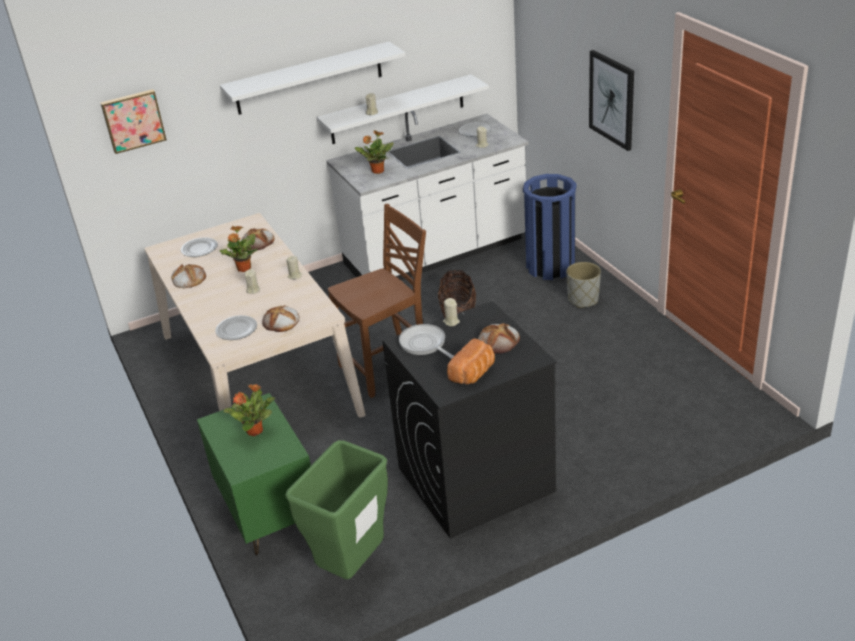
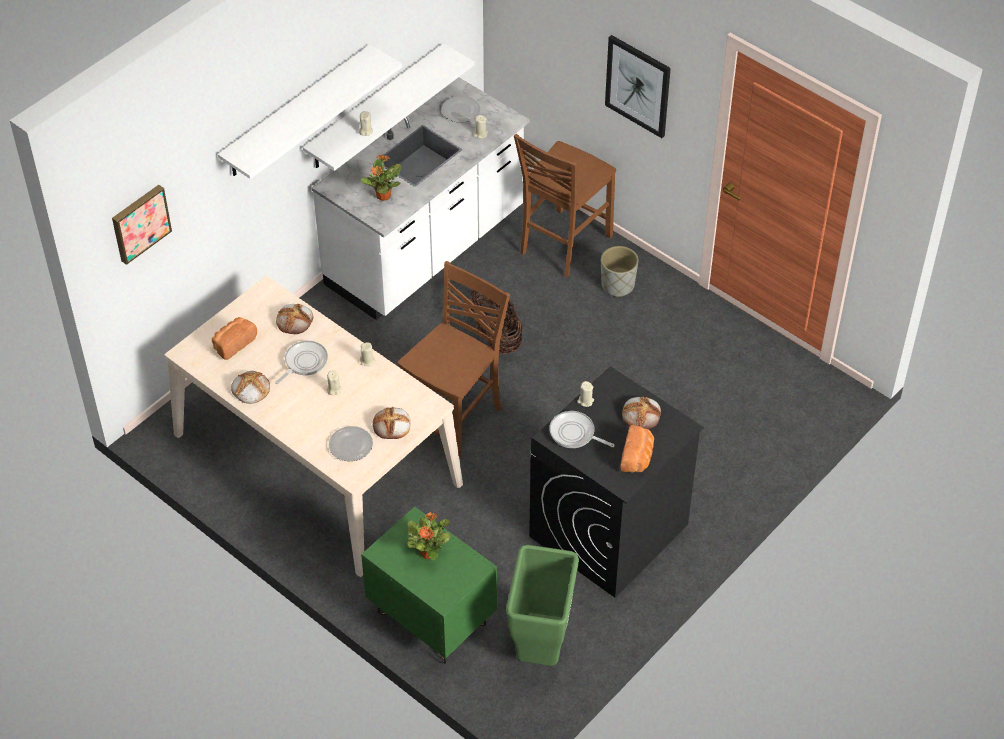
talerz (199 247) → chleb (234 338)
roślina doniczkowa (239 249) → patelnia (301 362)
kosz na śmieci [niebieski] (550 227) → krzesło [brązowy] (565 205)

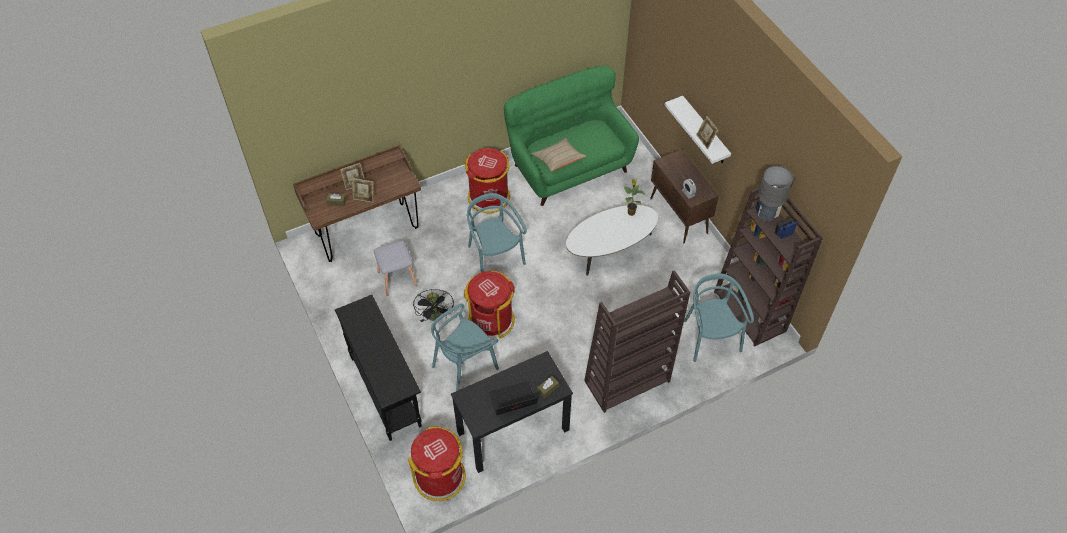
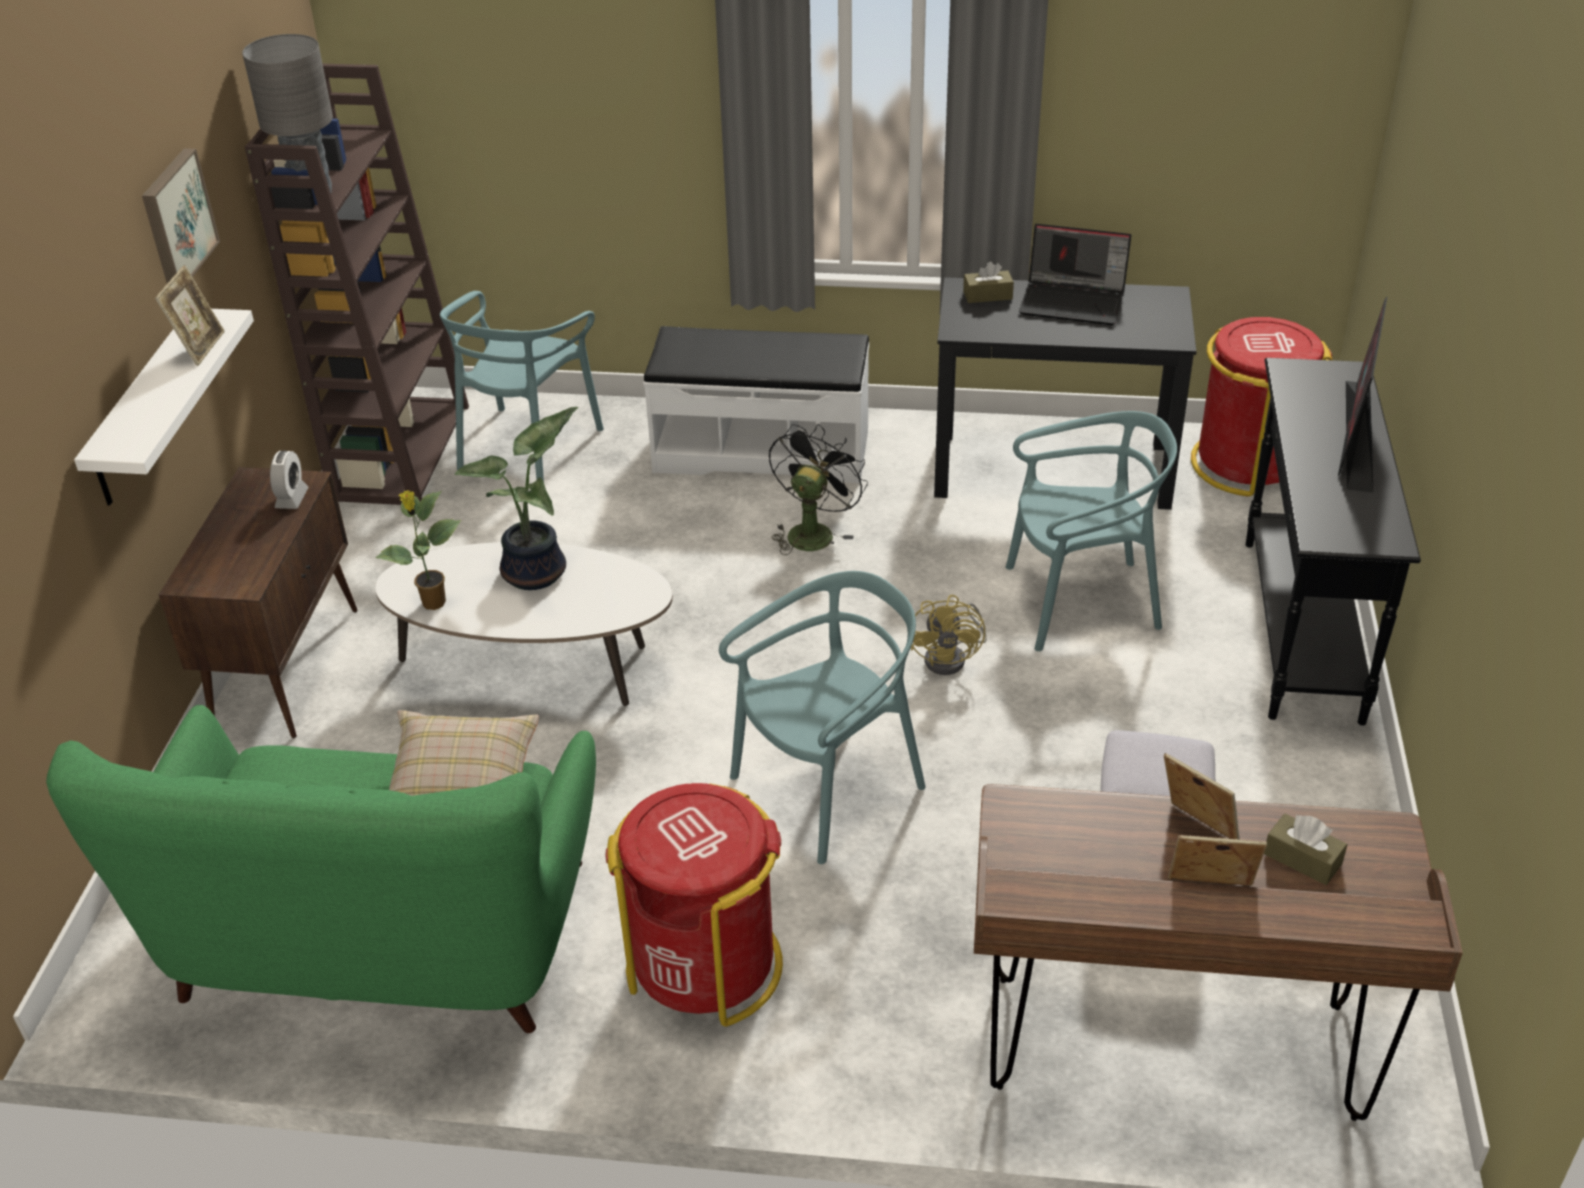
wentylator [czarny] (433 305) → wentylator [czarny] (818 489), moved
kosz na śmieci [czerwony] (489 304) → wentylator [żółty] (949 635)
krzesło [turkusowy] (497 233) → krzesło [turkusowy] (822 717), 135 degrees counterclockwise
regał [brązowy] (637 341) → ławka [biały] (756 404)
- → obraz (181 215)
- → roślina doniczkowa (516 498)
- → monitor (1362 395)

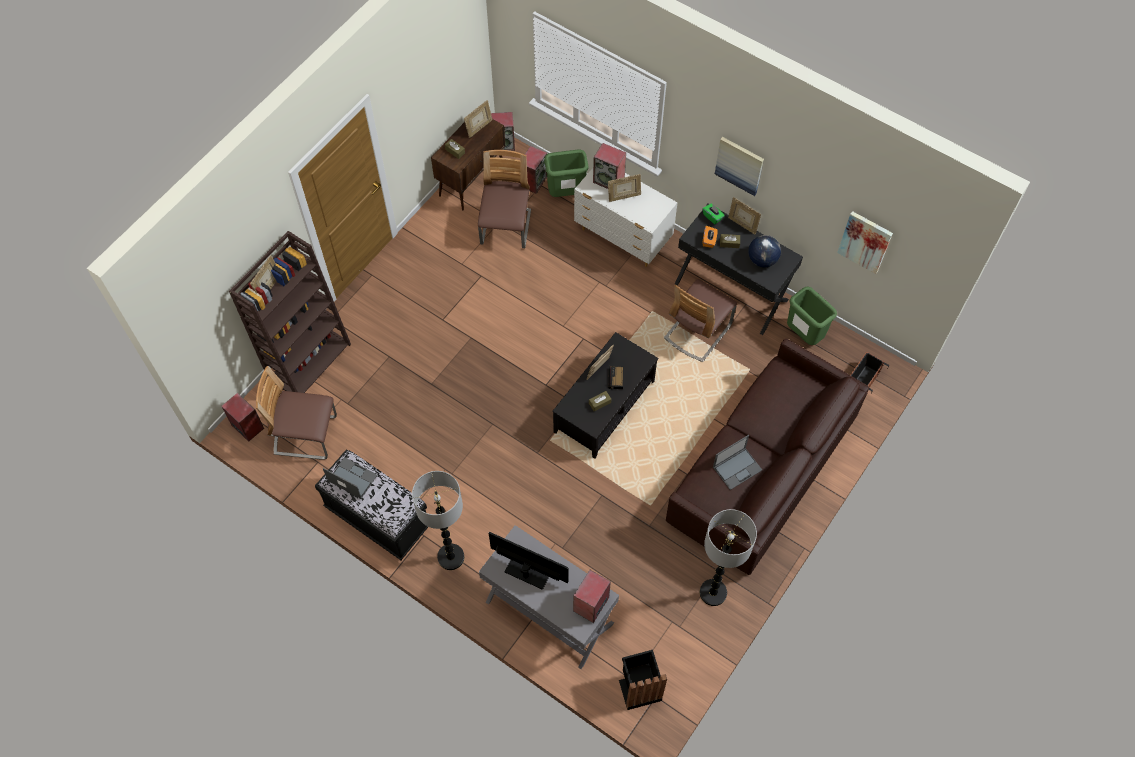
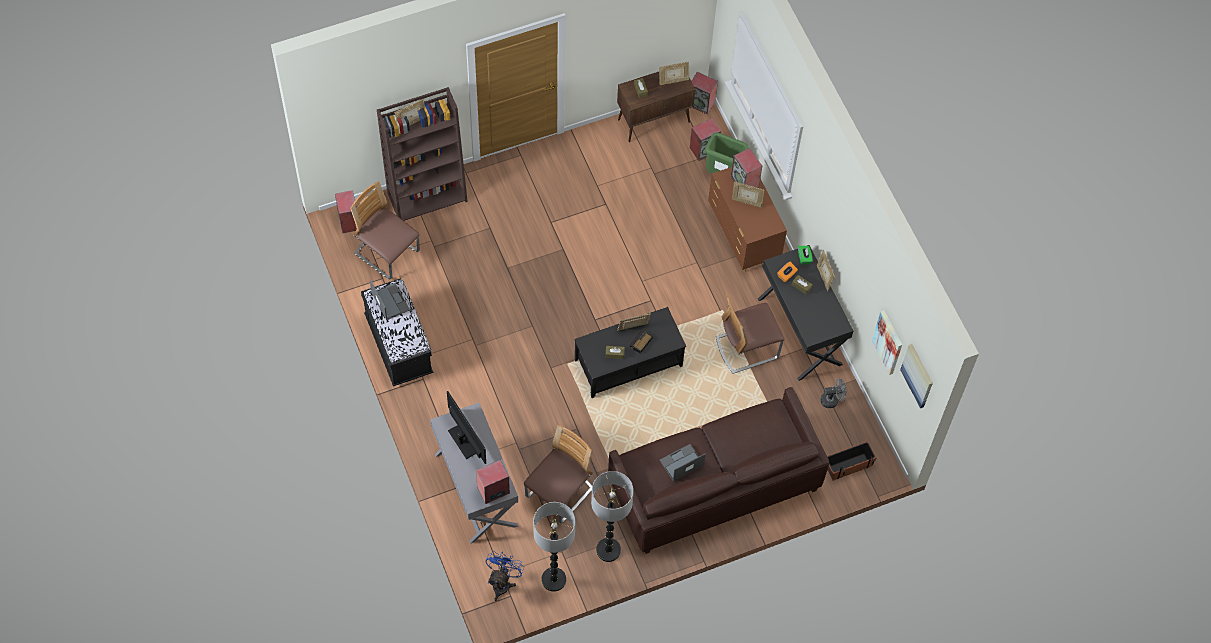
lampa stojąca (438 520) → lampa stojąca (554 547), moved
krzesło (504 199) → krzesło (558 474), moved
komoda [biały] (626 217) → komoda [brązowy] (747 219)
kosz na śmieci [czarny] (643 680) → wentylator [niebieski] (504 576)
laptop (737 462) → laptop (683 462), 150 degrees clockwise
obraz (739 166) → obraz (916 376), moved
globus (764 251) → -
kosz na śmieci [zielony] (812 316) → wentylator [szary] (834 393)

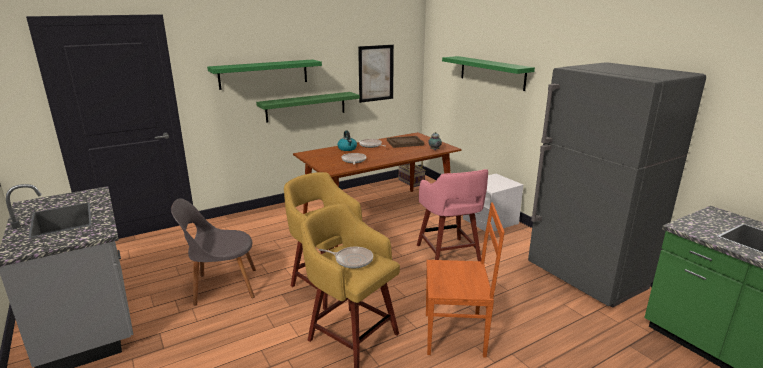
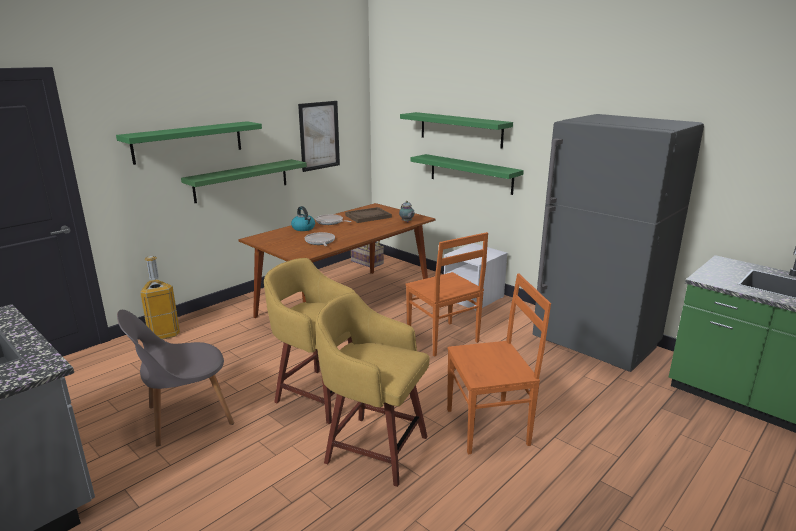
patelnia (346 258) → -
stołek [różowy] (452 215) → krzesło [pomarańczowy] (446 294)
- → kosz na śmieci (160 298)
- → półka [zielony] (467 174)

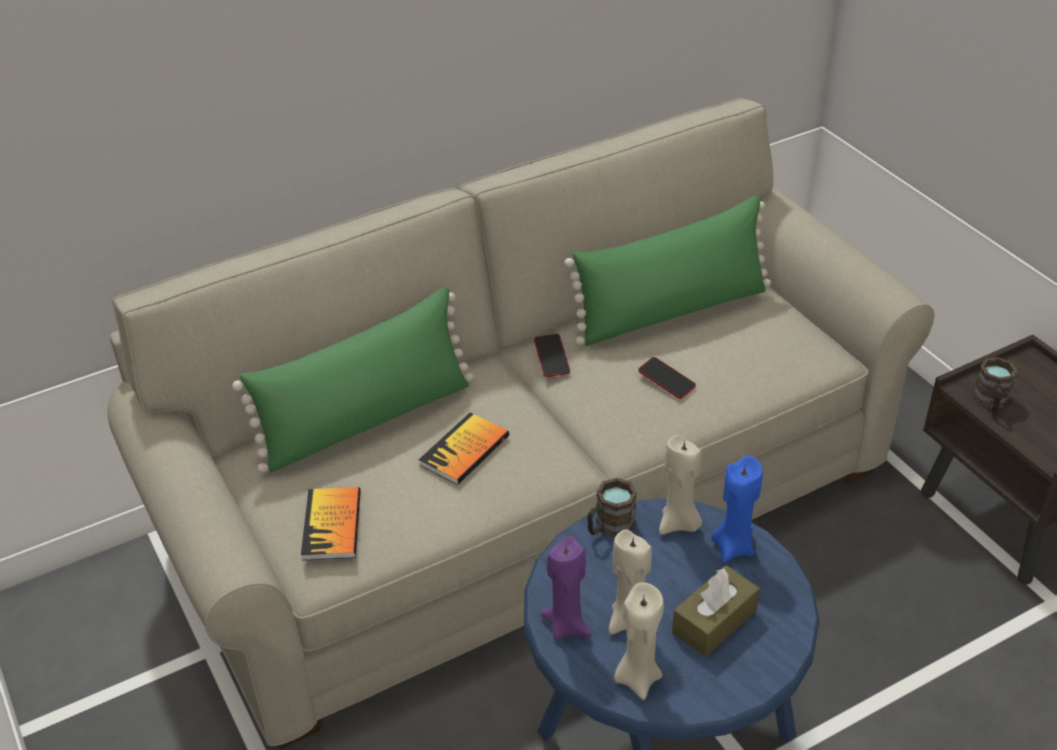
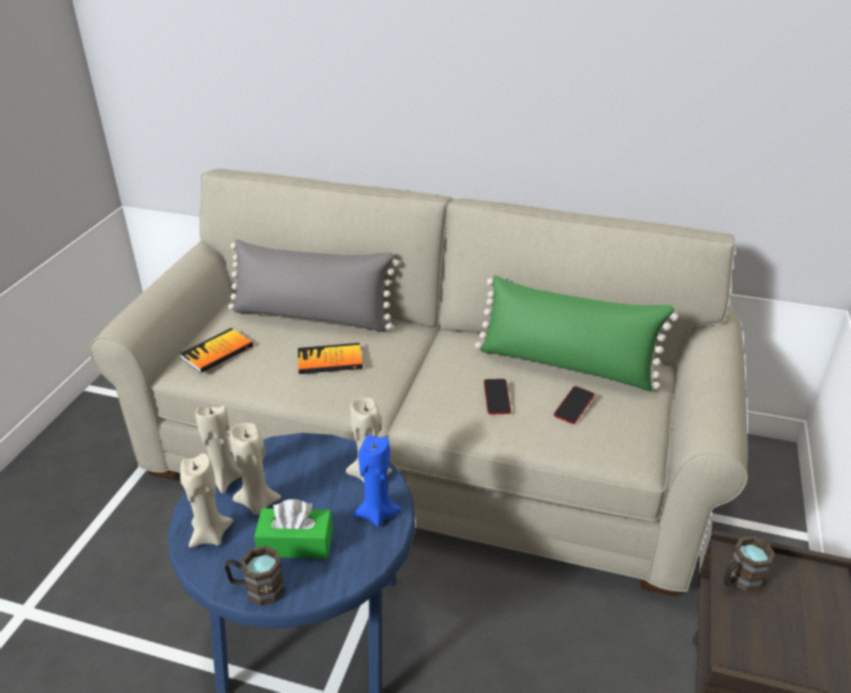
poduszka [zielony] (353 380) → poduszka [szary] (313 285)
telefon (552 355) → telefon (574 405), moved
świeca [fioletowy] (566 588) → świeca [beżowy] (218 449)
kubek [brązowy] (612 507) → kubek [brązowy] (255 575), moved
pudełko chusteczek [brązowy] (716 611) → pudełko chusteczek [zielony] (293 528)

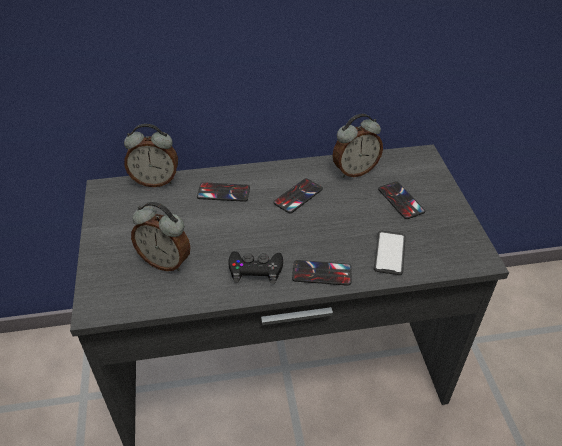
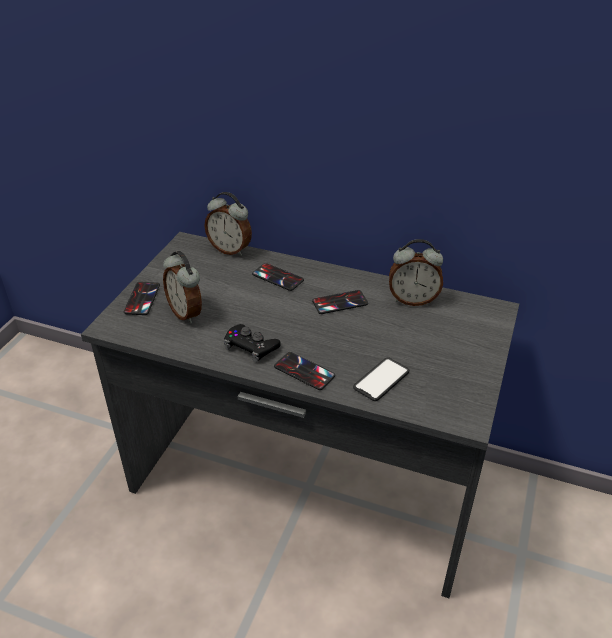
telefon (401 200) → telefon (142 298), moved

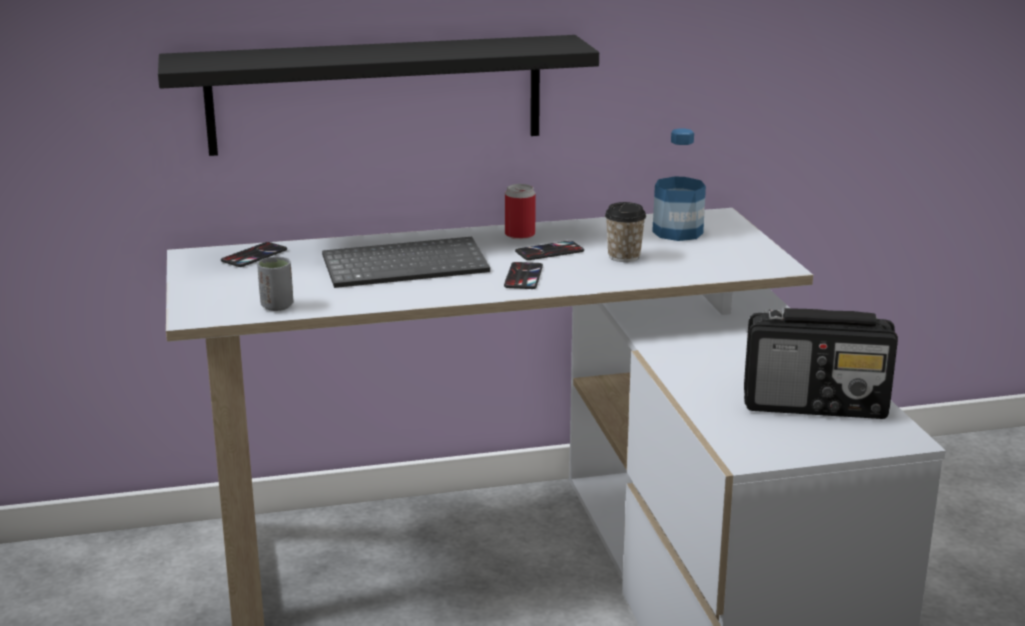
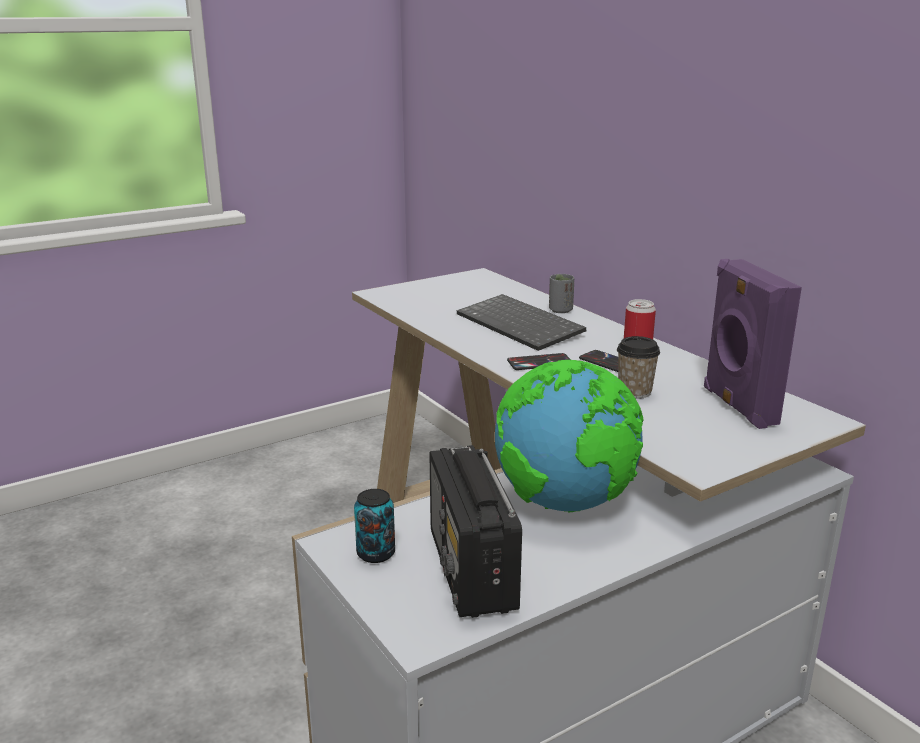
półka [czarny] (378 95) → -
telefon (254 254) → -
filiżanka [szary] (275 284) → filiżanka [szary] (561 293), moved
butelka (679 184) → głośnik [fioletowy] (753 344)
- → puszka (374 526)
- → globus (569 436)

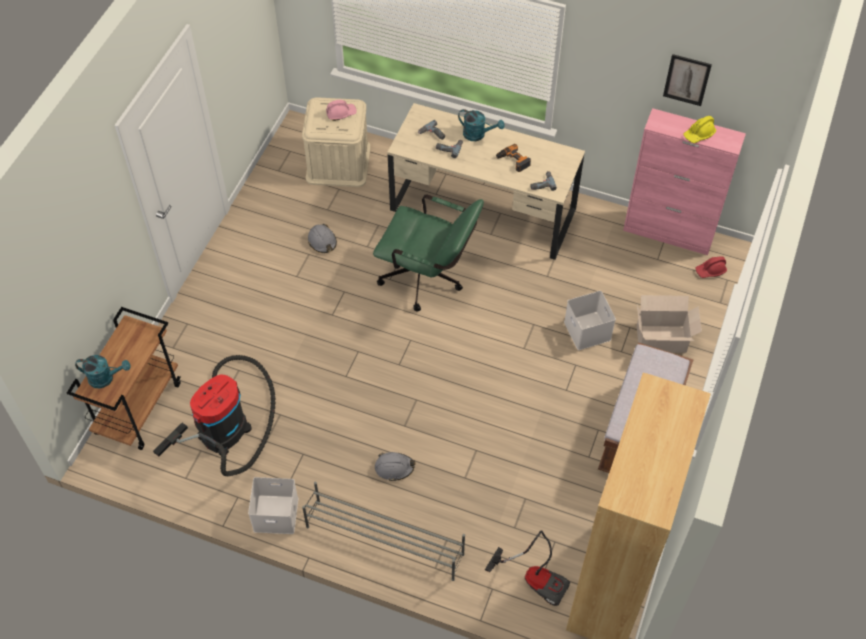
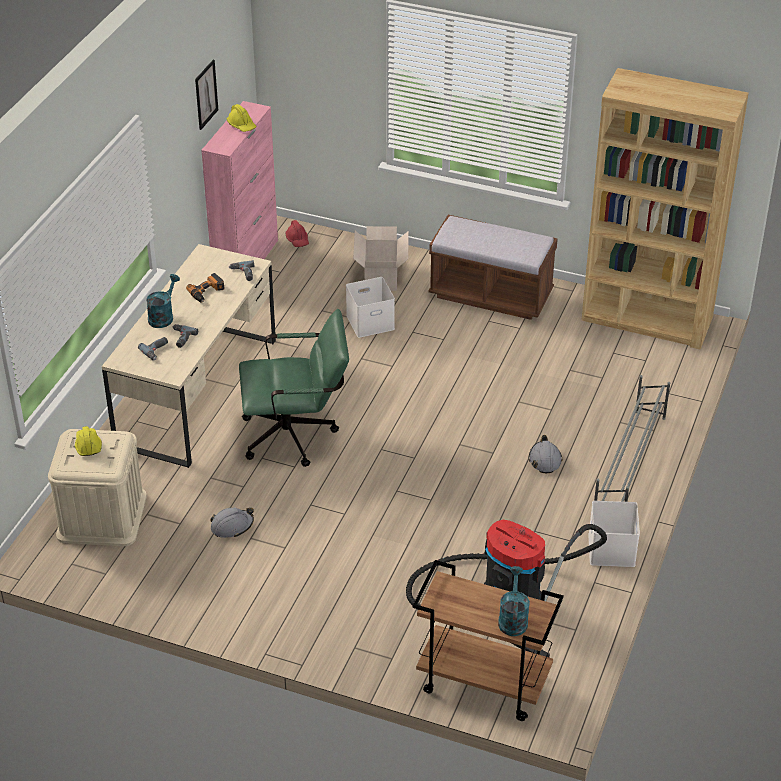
kask [różowy] (341 110) → kask [żółty] (88 441)
krzesło biurowe [zielony] (428 253) → krzesło biurowe [zielony] (294 388), 60 degrees clockwise
odkurzacz (527 568) → -

